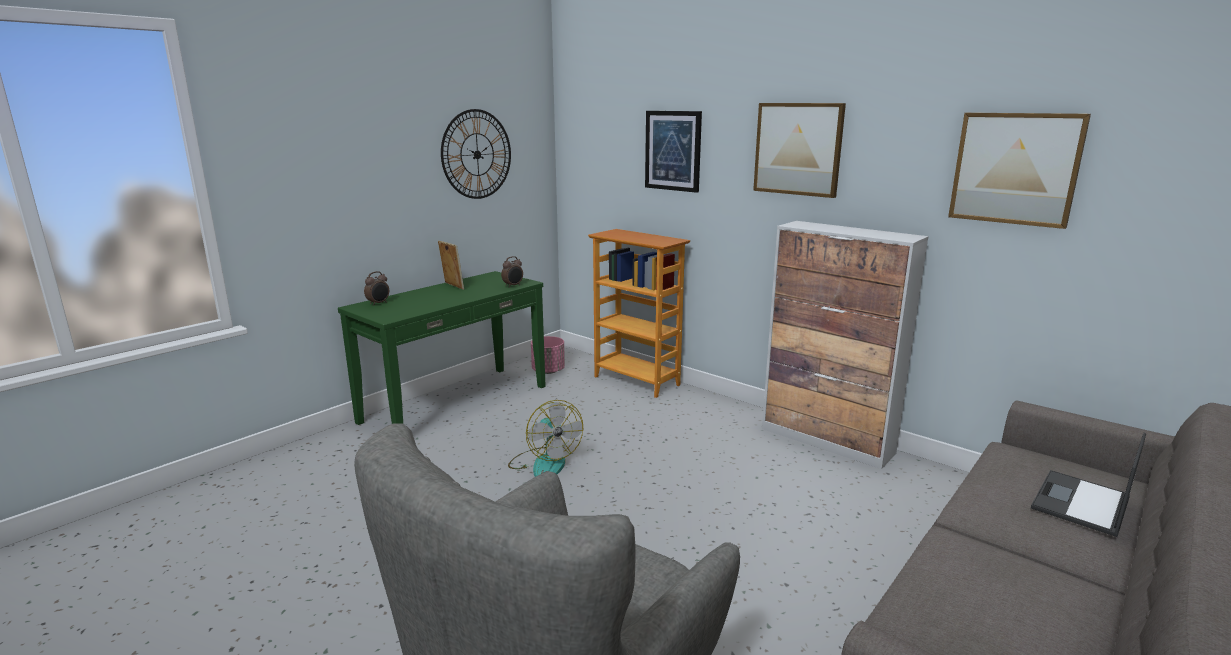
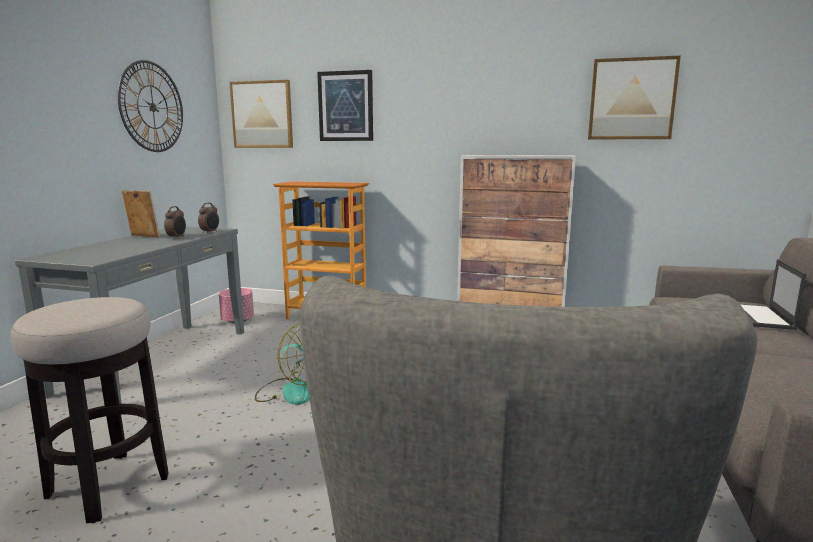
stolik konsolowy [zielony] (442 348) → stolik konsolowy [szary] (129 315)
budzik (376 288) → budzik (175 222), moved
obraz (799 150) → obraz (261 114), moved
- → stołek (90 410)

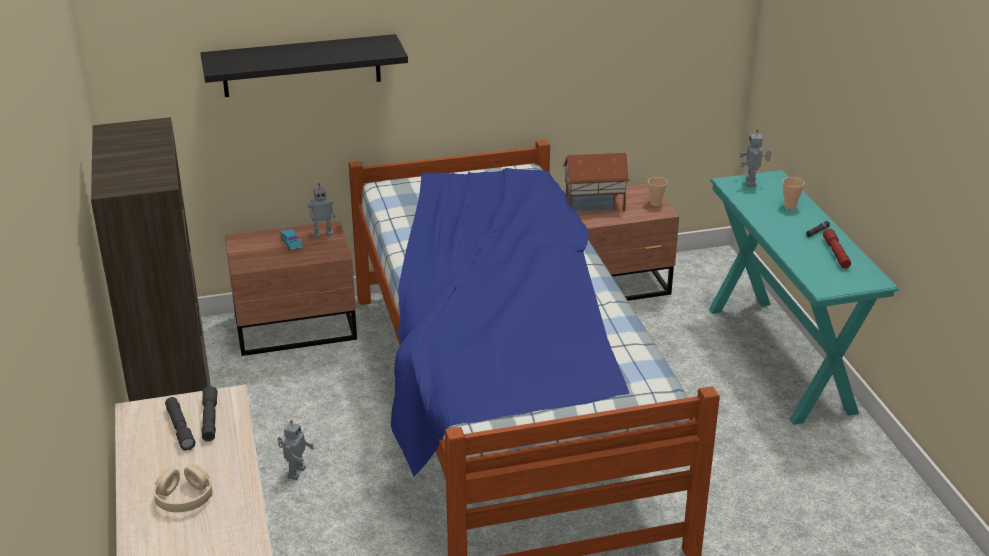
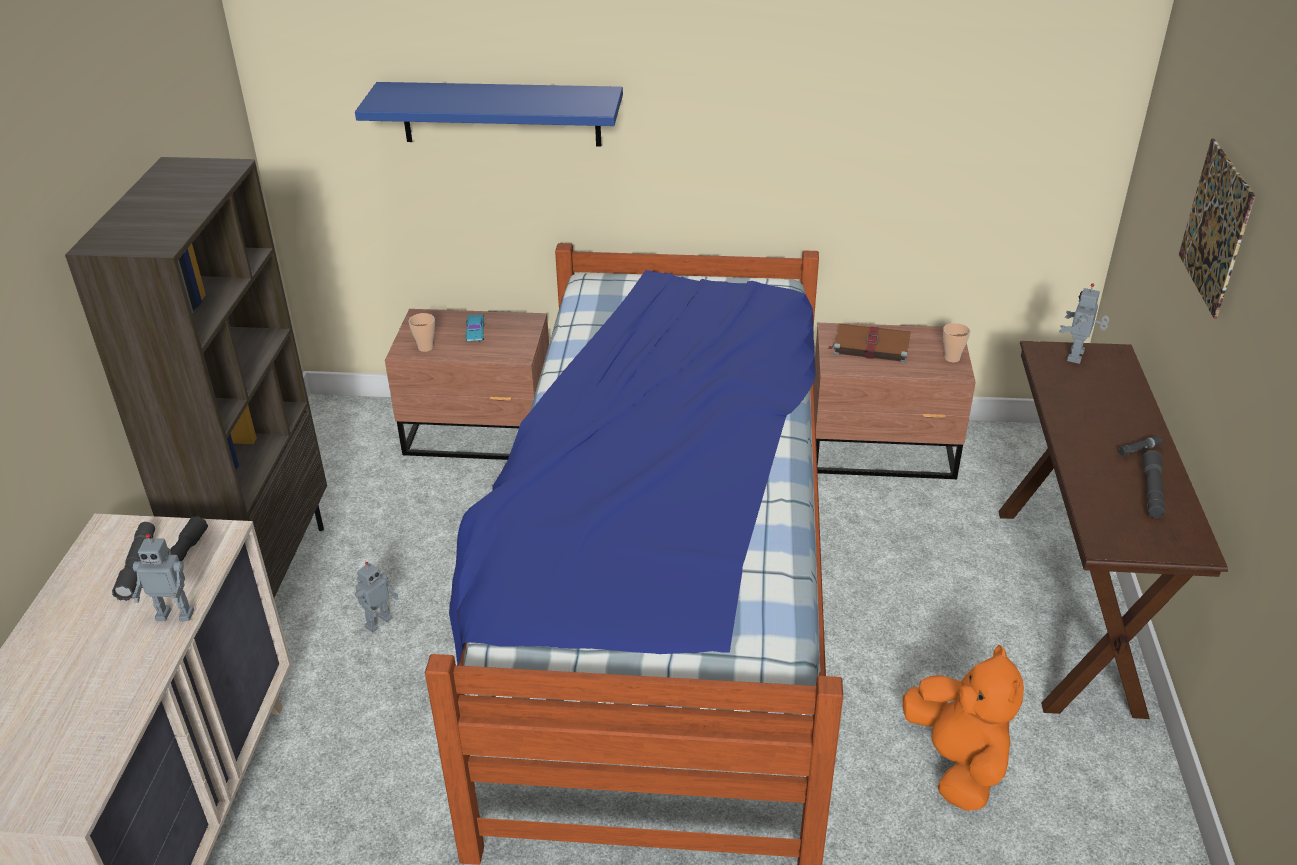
słuchawki [beżowy] (183 488) → -
półka [czarny] (304 65) → półka [niebieski] (489 114)
robot zabawkowy (322 210) → robot zabawkowy (163 577), moved
domek (596 182) → książka [brązowy] (868 343)
stolik konsolowy [turkusowy] (804 297) → stolik konsolowy [brązowy] (1113 530)
filiżanka (794 193) → filiżanka (422 332), moved
latarka [czerwony] (837 249) → latarka [szary] (1154 484)
- → pluszak [pomarańczowy] (963 728)
- → obraz (1217 228)

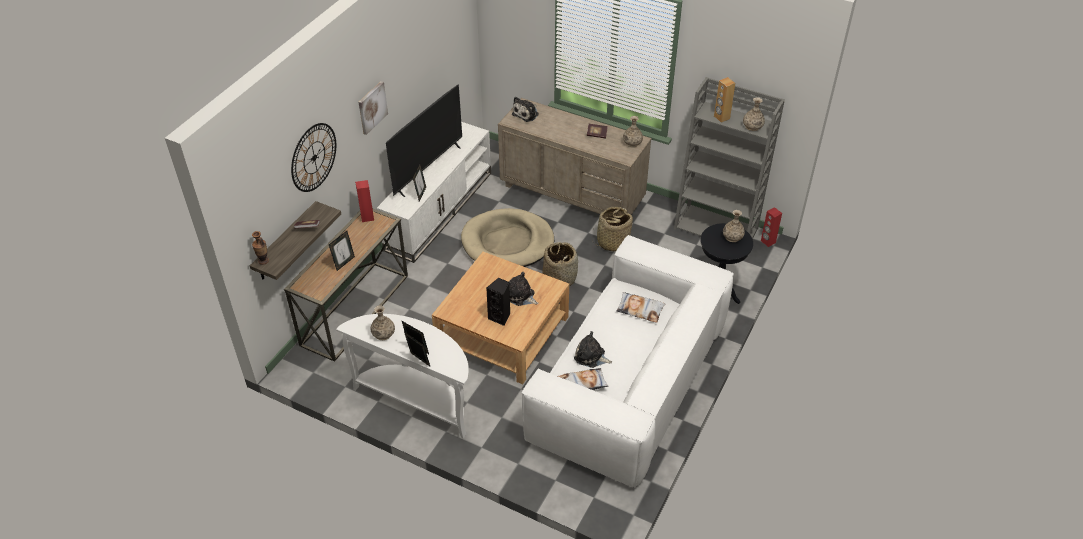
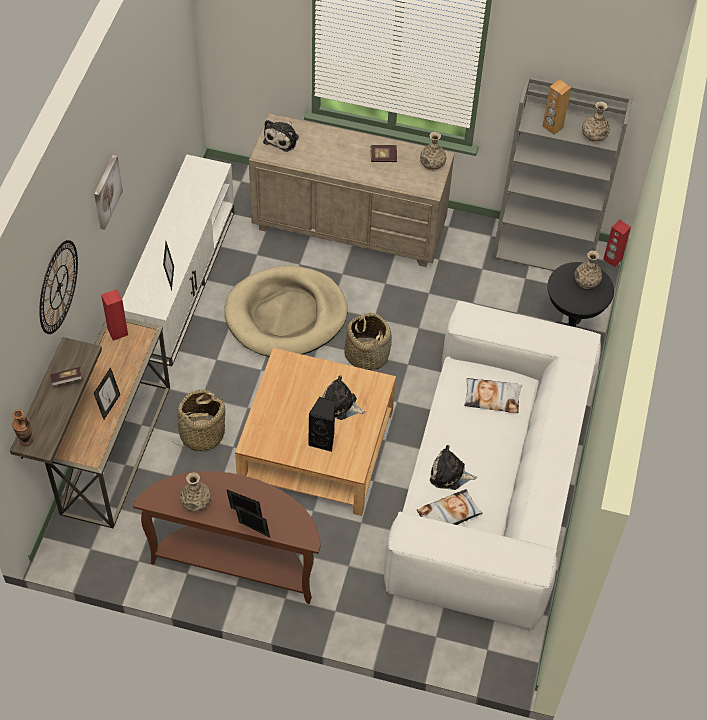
stolik konsolowy [biały] (402 376) → stolik konsolowy [brązowy] (227 537)
telewizor (424 141) → -
koszyk (612 229) → koszyk (199 420), moved

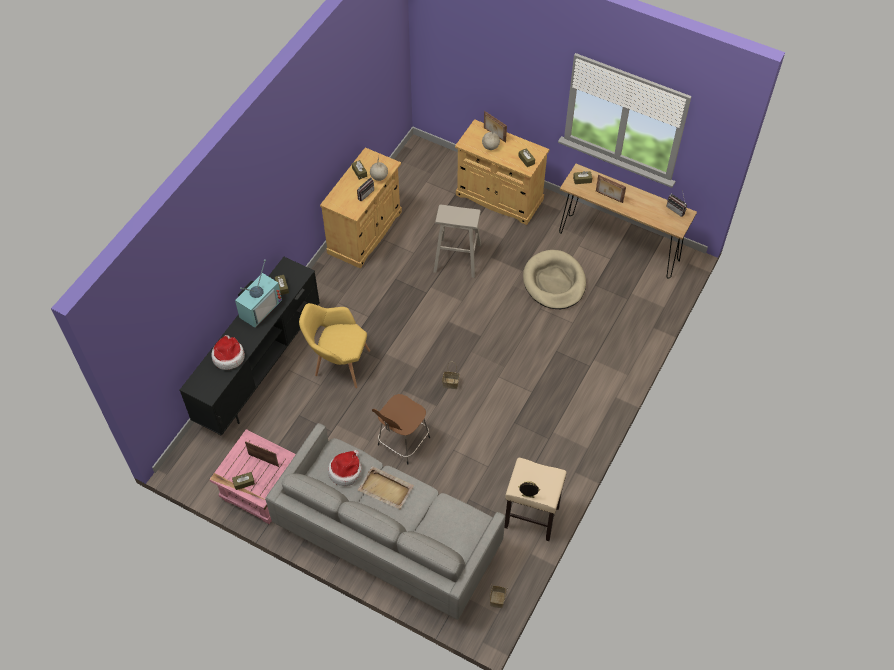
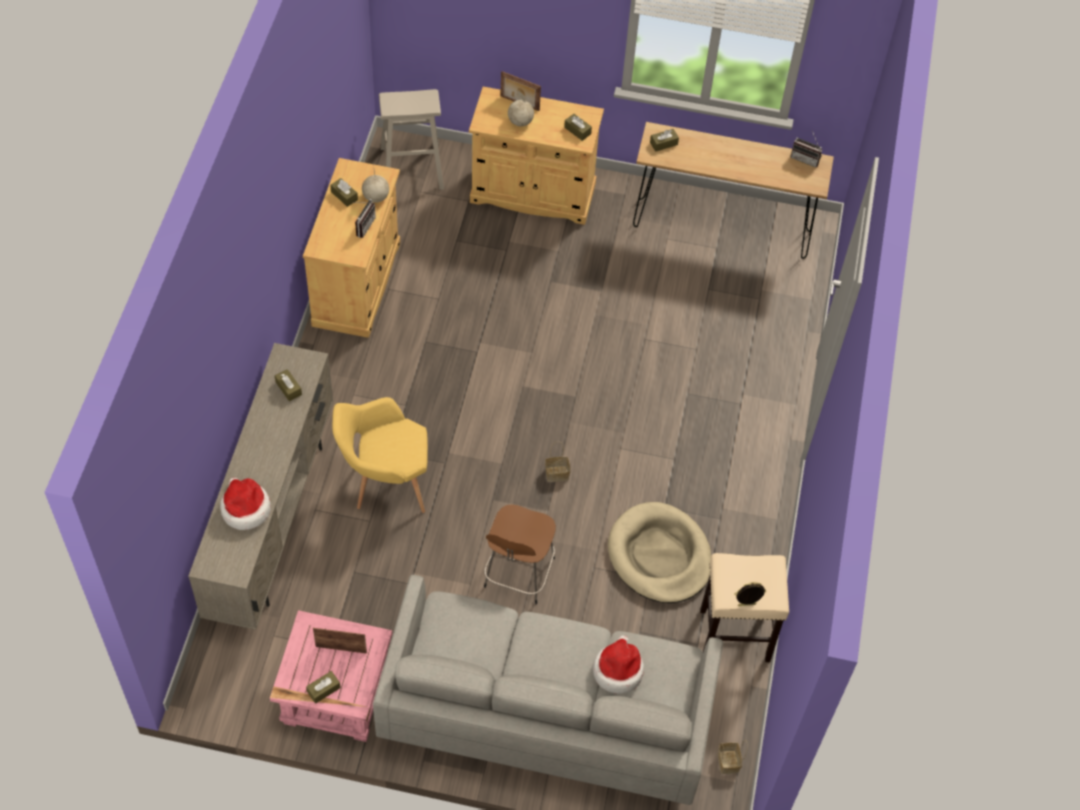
szafka pod telewizor [czarny] (249 346) → szafka pod telewizor [beżowy] (260 486)
telewizor (258 293) → -
kapelusz (345 468) → kapelusz (618 664), moved
taca [beżowy] (386 487) → -
stołek [beżowy] (457 241) → stołek [beżowy] (411 139), moved
legowisko [beżowy] (554 279) → legowisko [beżowy] (660 552), moved
ramka na zdjęcie (611 189) → -

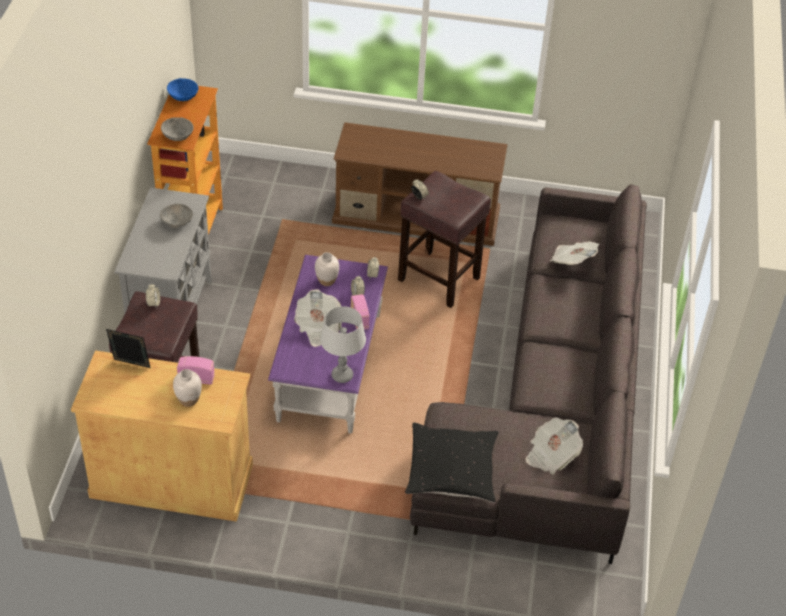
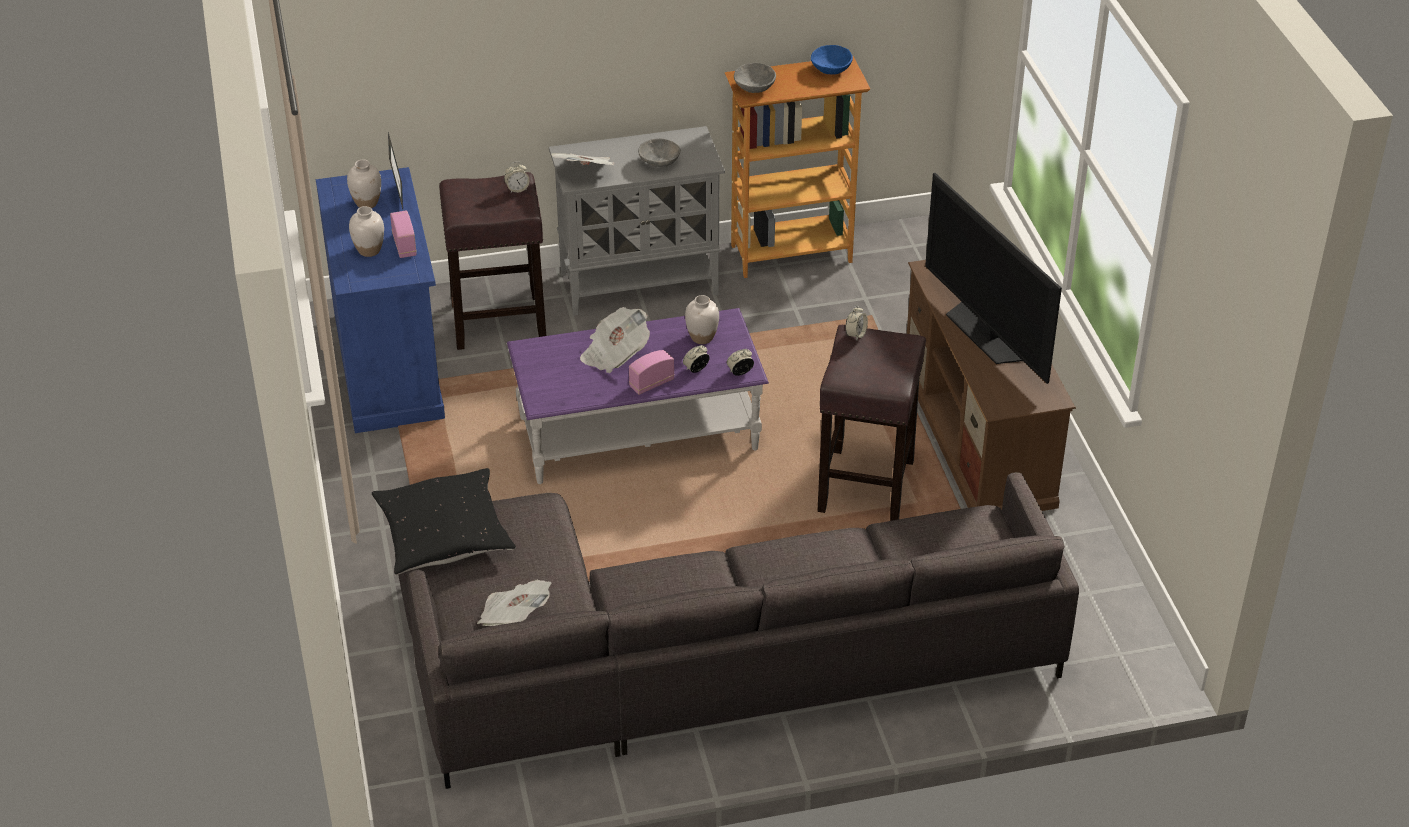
szafka [beżowy] (162 436) → szafka [niebieski] (380 300)
lampa stołowa [szary] (343 344) → -
gazeta (574 253) → gazeta (582 159), moved
- → wazon [biały] (364 184)
- → telewizor (993 278)

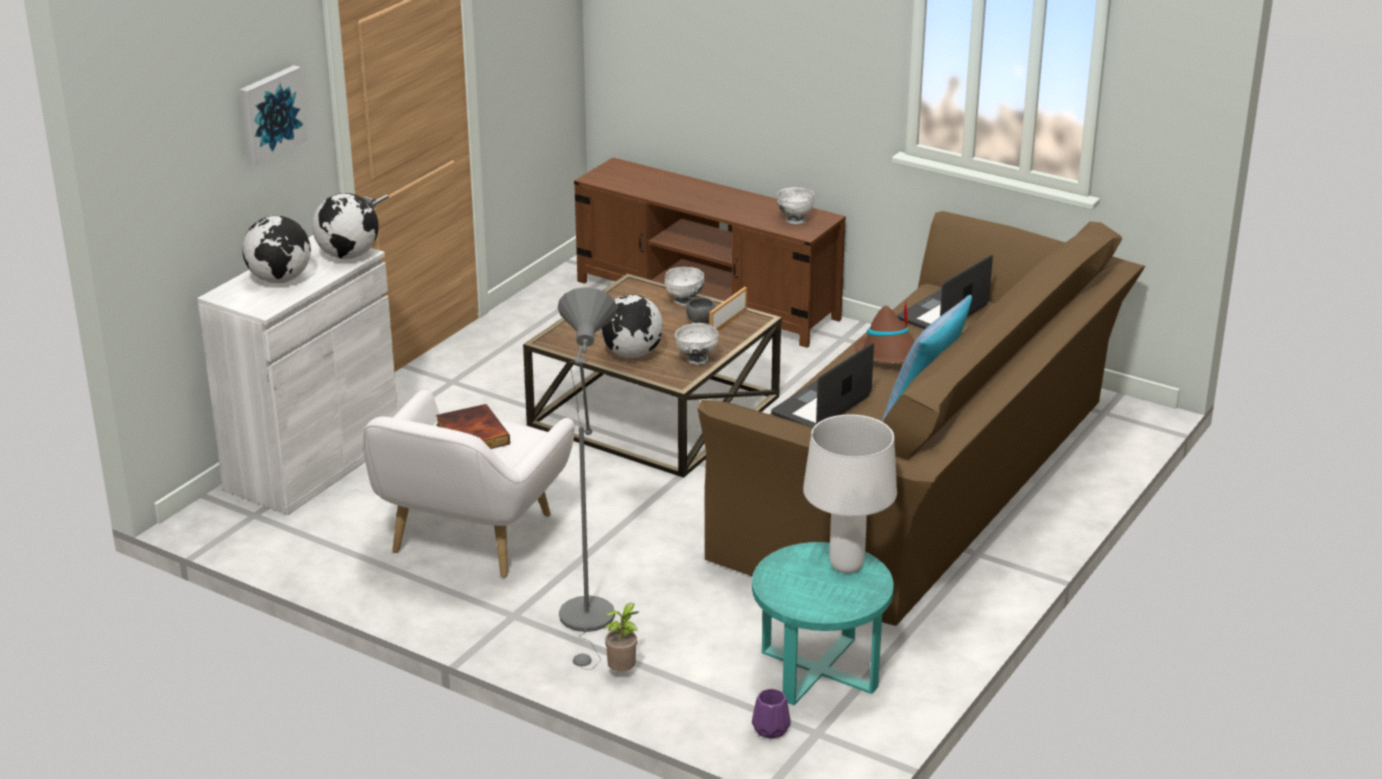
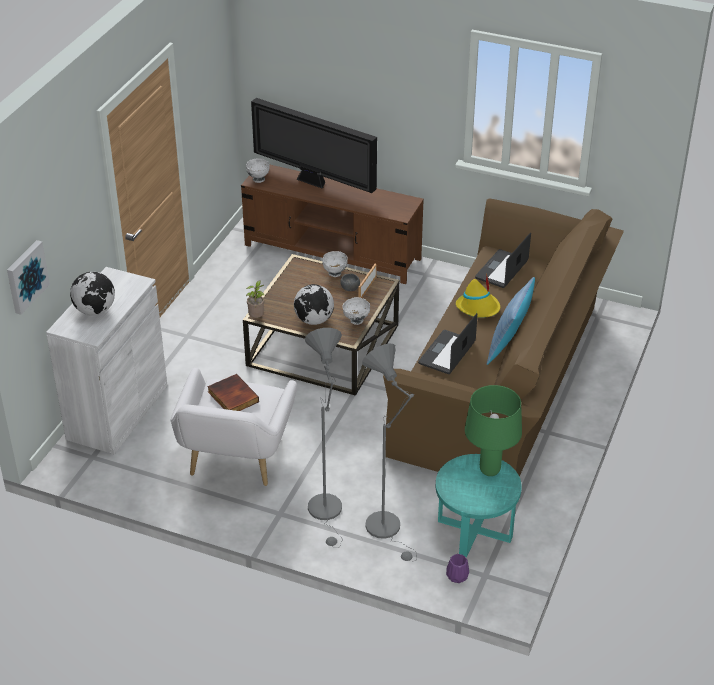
obraz (274 115) → obraz (28 277), moved
globus (345 226) → -
roślina doniczkowa (621 637) → roślina doniczkowa (255 299), moved
miska [biały] (795 205) → miska [biały] (257 170), moved
lampa stołowa [biały] (850 493) → lampa stołowa [zielony] (493 430)
kapelusz [brązowy] (885 331) → kapelusz [żółty] (478 297)
- → telewizor (314 145)
- → lampa stojąca [szary] (389 452)

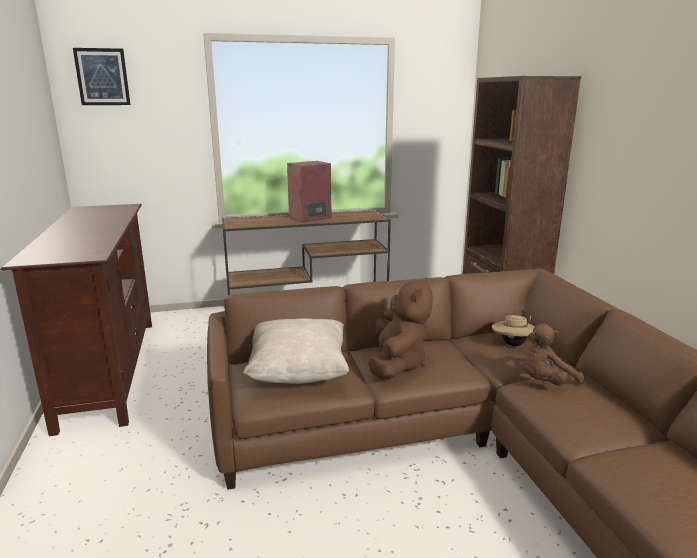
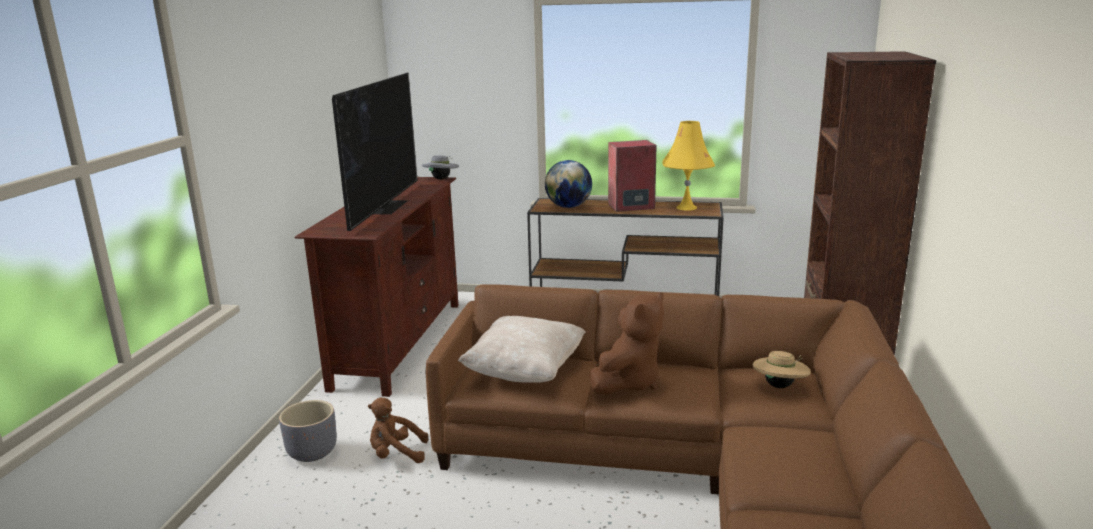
obraz (101 76) → -
pluszak [brązowy] (553 354) → pluszak [brązowy] (398 430), moved
- → donica [szary] (308 431)
- → telewizor (375 152)
- → kapelusz [szary] (440 167)
- → globus (568 184)
- → lampa stołowa [żółty] (688 166)

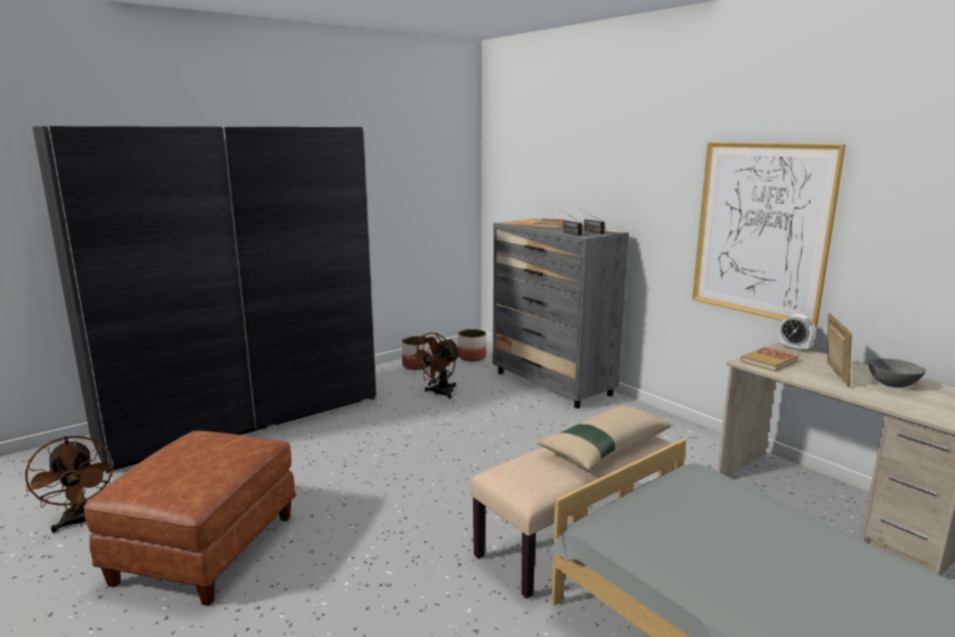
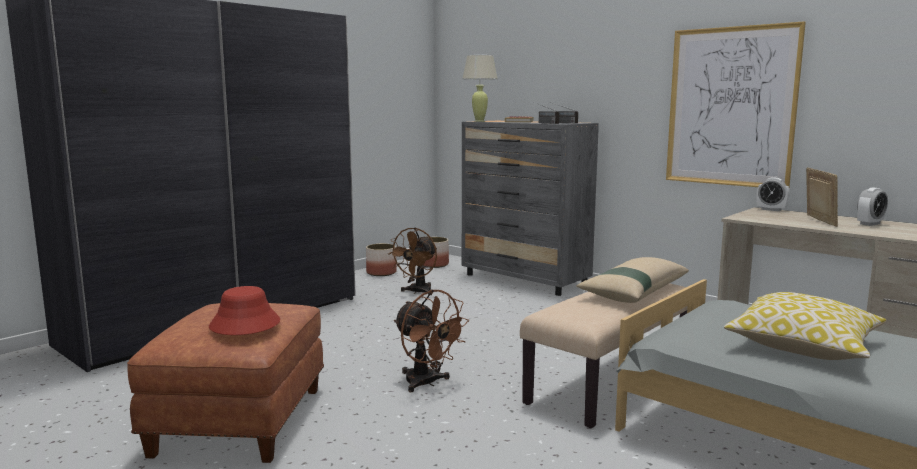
wentylator [brązowy] (69 484) → wentylator [brązowy] (431 340), moved
książka (769 359) → -
miska [szary] (897 373) → budzik (872 207)
- → kapelusz [czerwony] (244 310)
- → lampa stołowa [beżowy] (480 88)
- → poduszka (805 326)

